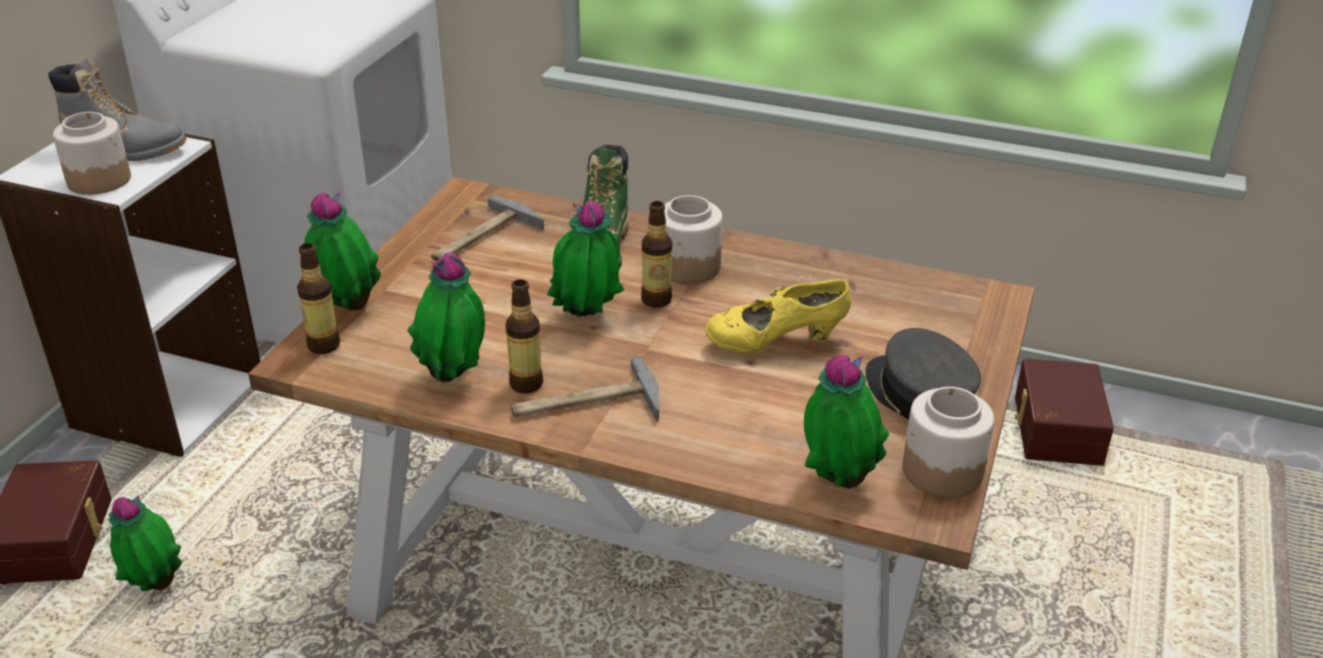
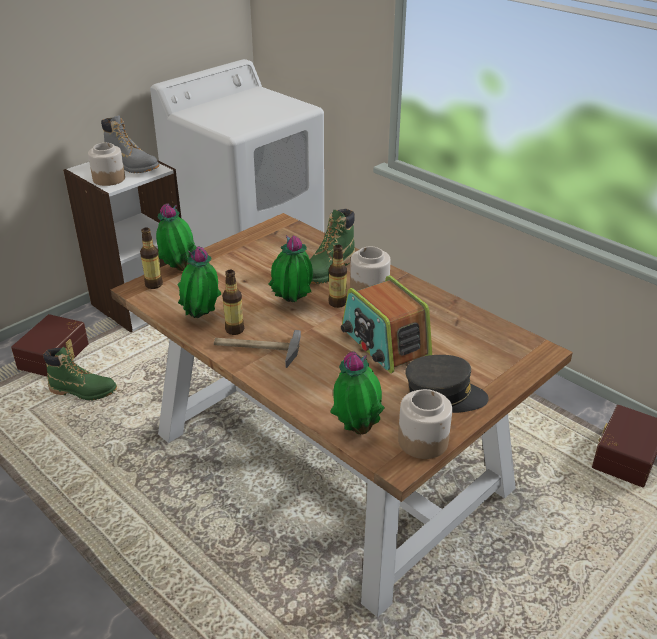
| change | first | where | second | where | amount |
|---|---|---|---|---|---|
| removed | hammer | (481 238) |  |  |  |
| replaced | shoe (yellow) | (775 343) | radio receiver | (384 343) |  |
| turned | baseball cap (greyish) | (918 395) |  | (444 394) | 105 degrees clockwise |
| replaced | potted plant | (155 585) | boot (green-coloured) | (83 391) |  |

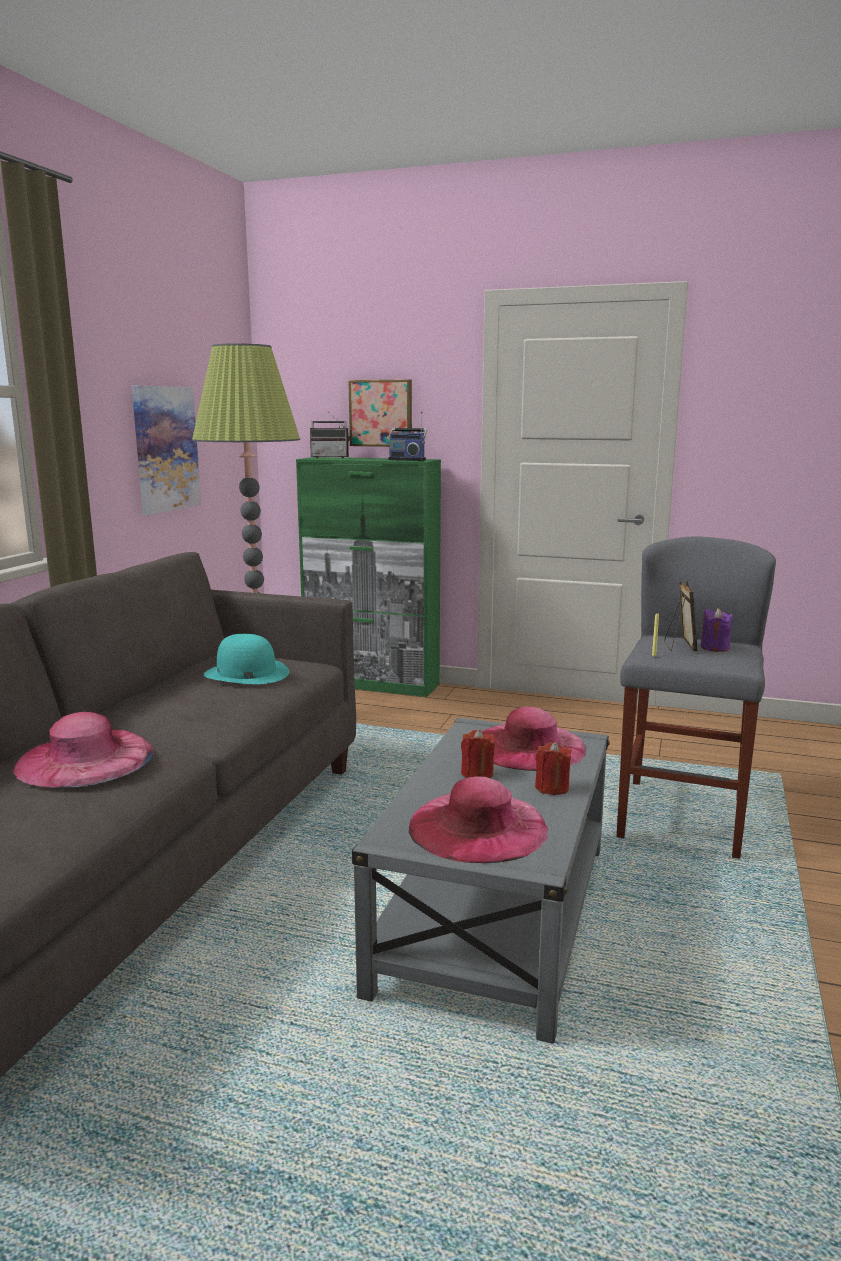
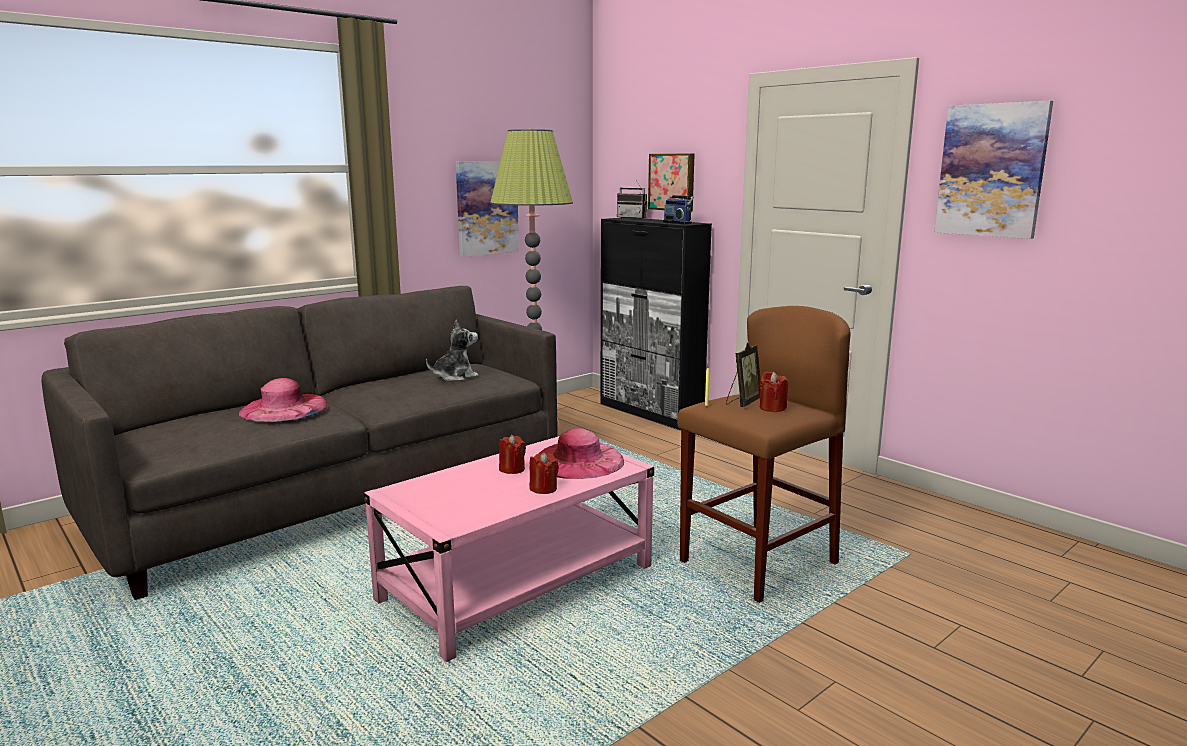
| change | first | where | second | where | amount |
|---|---|---|---|---|---|
| recoloured | cabinet (green-coloured) | (372 684) | cabinet (blackish) | (650 413) |  |
| recoloured | stool (greyish) | (682 817) | stool (brownish) | (758 562) |  |
| recoloured | wax candle (purple-coloured) | (714 648) | wax candle (reddish) | (772 408) |  |
| replaced | clothing hat (blue-green) | (246 673) | soft toy | (454 377) |  |
| recoloured | lounge table (greyish) | (495 915) | lounge table (pink) | (518 582) |  |
| removed | clothing hat (pink) | (478 826) |  |  |  |
| added |  |  | wall art | (991 170) |  |

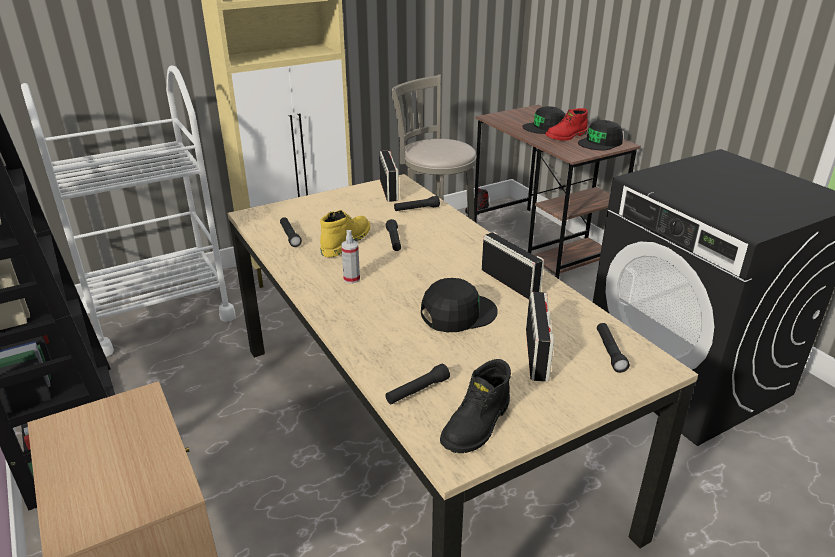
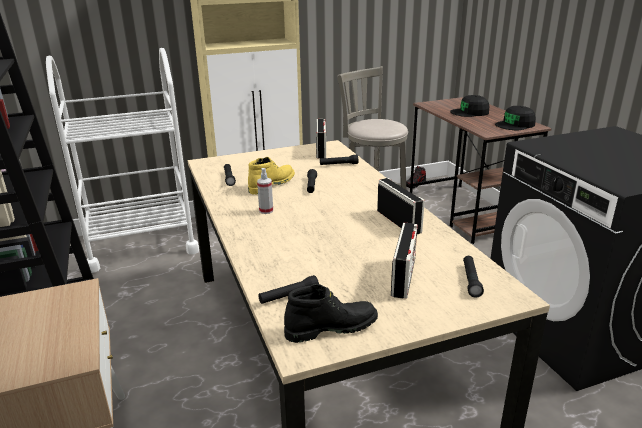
| change | first | where | second | where | amount |
|---|---|---|---|---|---|
| removed | boot (reddish) | (566 136) |  |  |  |
| removed | baseball cap (blackish) | (457 313) |  |  |  |
| turned | boot (blackish) | (477 425) |  | (331 327) | 150 degrees counterclockwise |

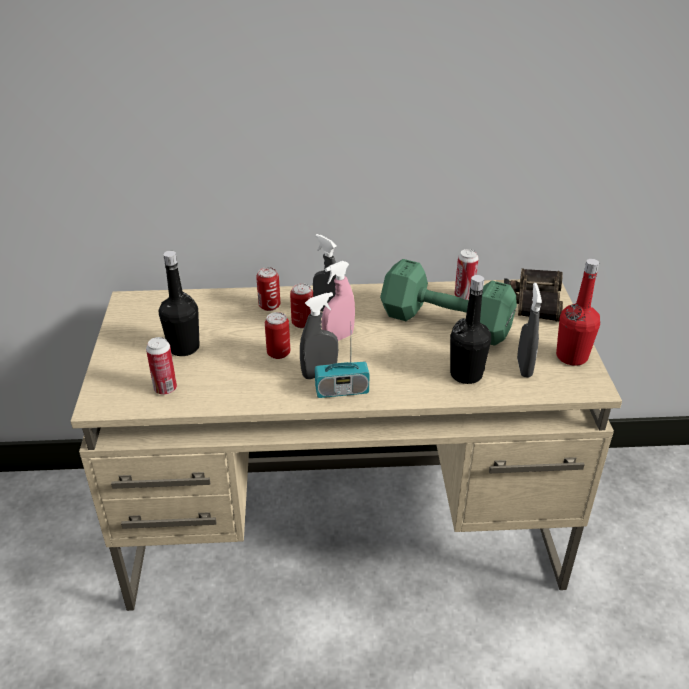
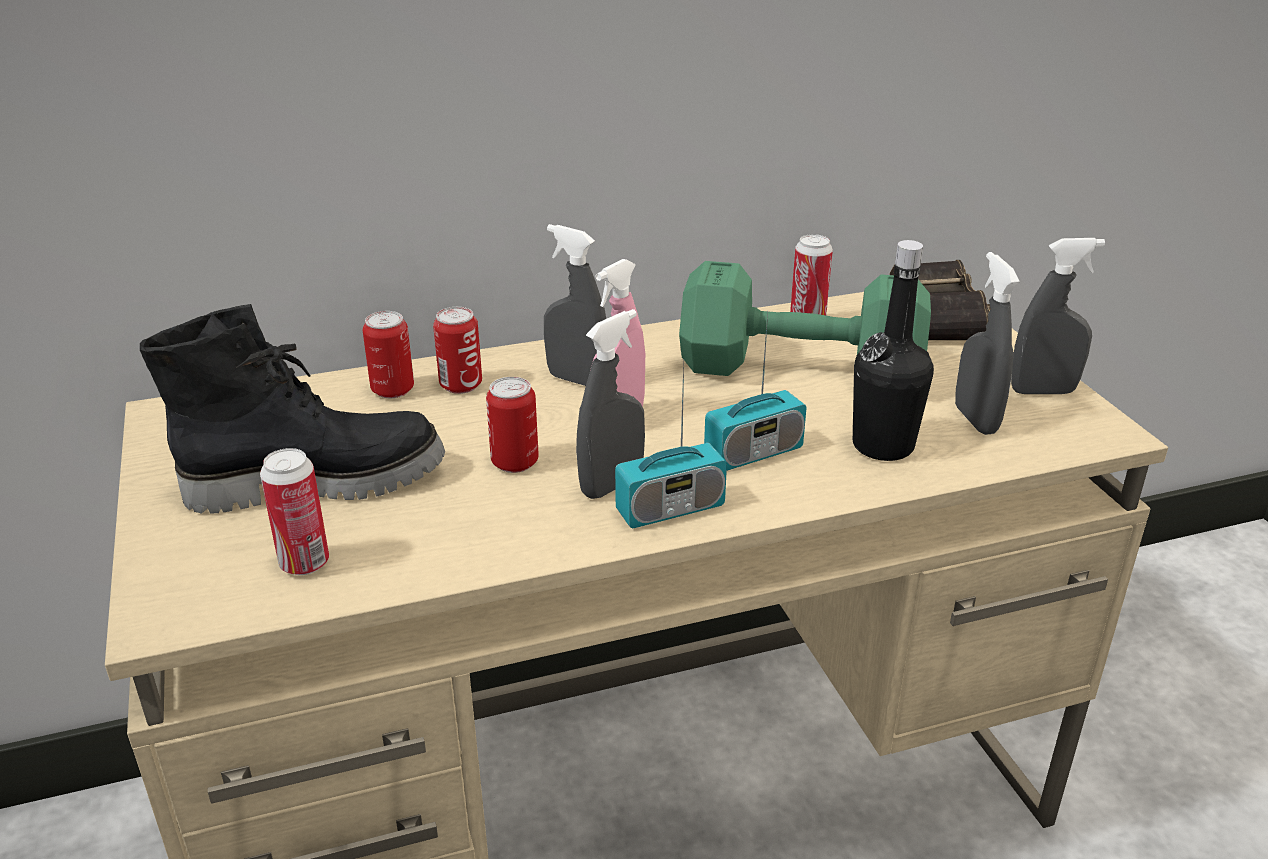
| change | first | where | second | where | amount |
|---|---|---|---|---|---|
| replaced | bottle (blackish) | (184 347) | boot (blackish) | (316 480) |  |
| replaced | bottle (reddish) | (571 356) | sprayer (greyish) | (1042 391) |  |
| moved | can | (302 323) |  | (392 390) |  |
| added |  |  | radio receiver | (753 453) |  |

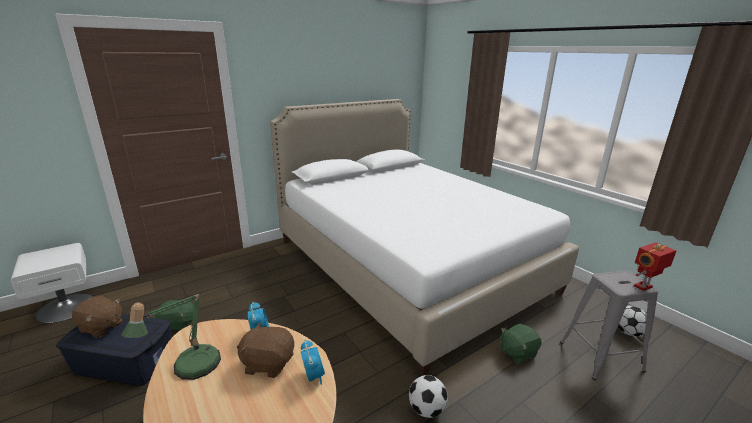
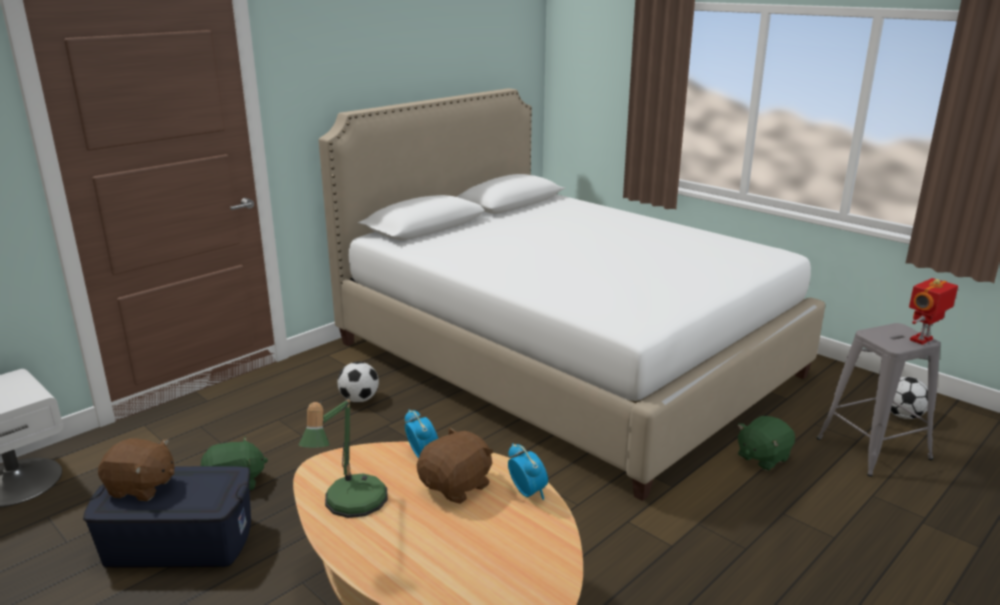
| change | first | where | second | where | amount |
|---|---|---|---|---|---|
| turned | soft toy (brownish) | (268 363) |  | (457 486) | 135 degrees clockwise |
| moved | ball for football | (426 409) |  | (359 399) |  |

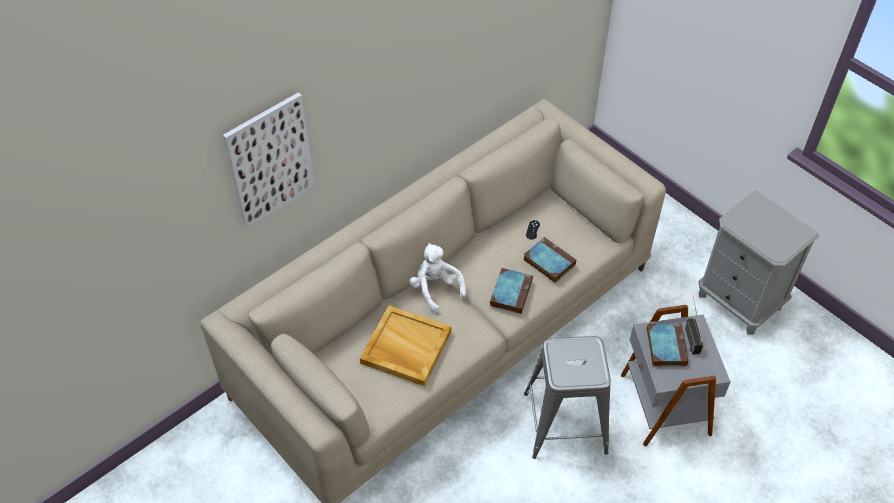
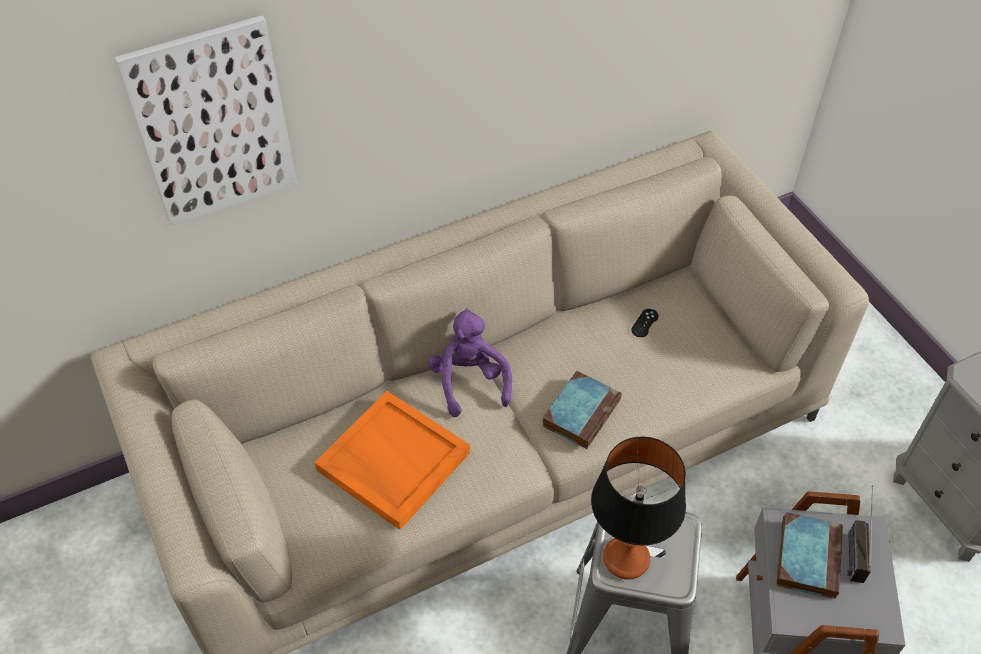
| change | first | where | second | where | amount |
|---|---|---|---|---|---|
| removed | volume | (548 262) |  |  |  |
| recoloured | soft toy (white) | (436 289) | soft toy (purple-coloured) | (469 381) |  |
| recoloured | tray (beige) | (405 347) | tray (orange-coloured) | (392 461) |  |
| added |  |  | lamp for a table | (627 558) |  |

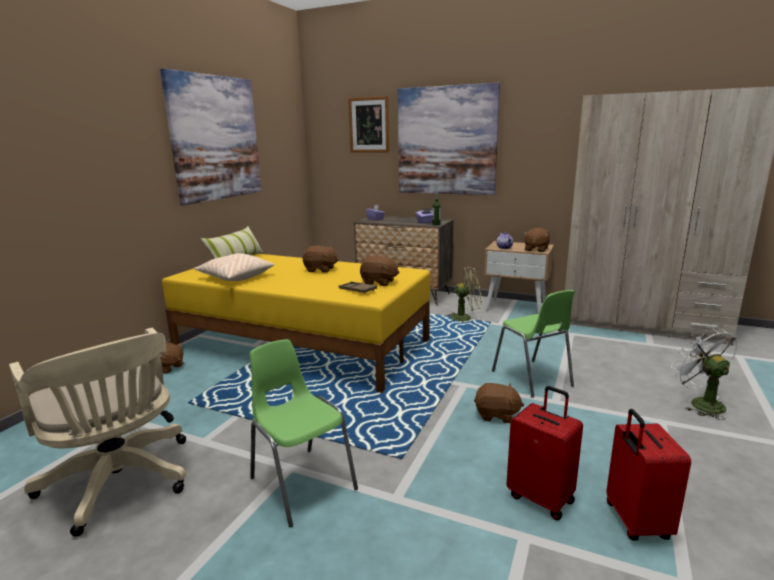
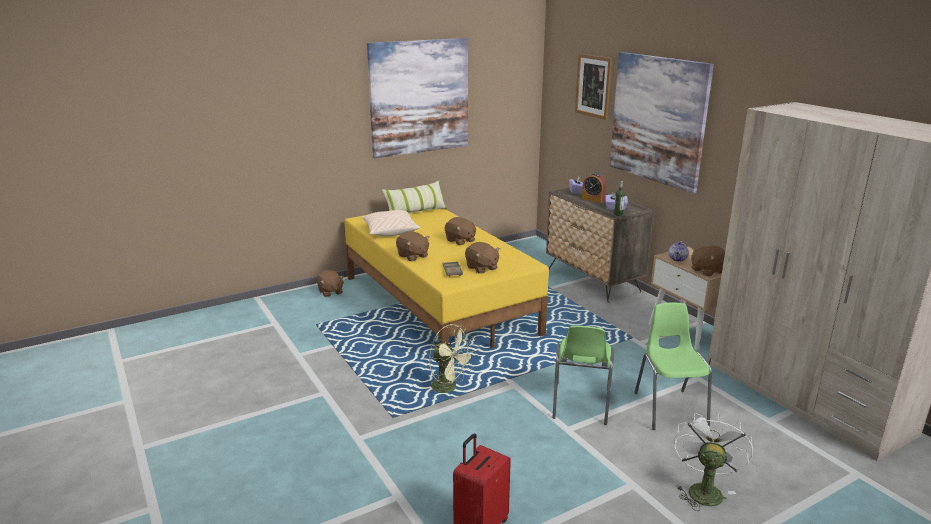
| change | first | where | second | where | amount |
|---|---|---|---|---|---|
| moved | electric fan (green-coloured) | (466 318) |  | (449 388) |  |
| removed | desk chair (beige) | (121 483) |  |  |  |
| moved | plain chair (green-coloured) | (302 483) |  | (669 409) |  |
| moved | soft toy (brownish) | (496 415) |  | (412 256) |  |
| removed | suitcase (reddish) | (541 497) |  |  |  |
| added |  |  | bedside clock | (593 200) |  |

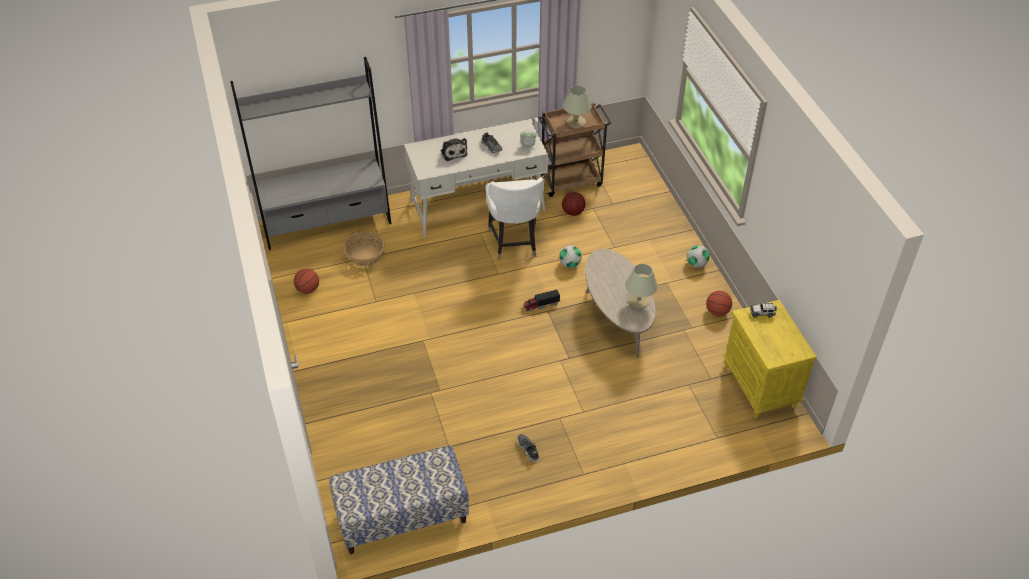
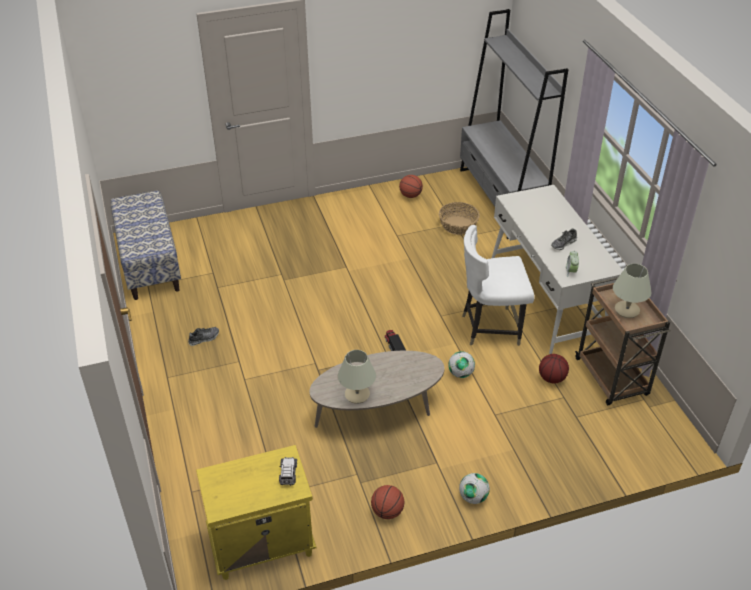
| change | first | where | second | where | amount |
|---|---|---|---|---|---|
| removed | soft toy | (453 152) |  |  |  |

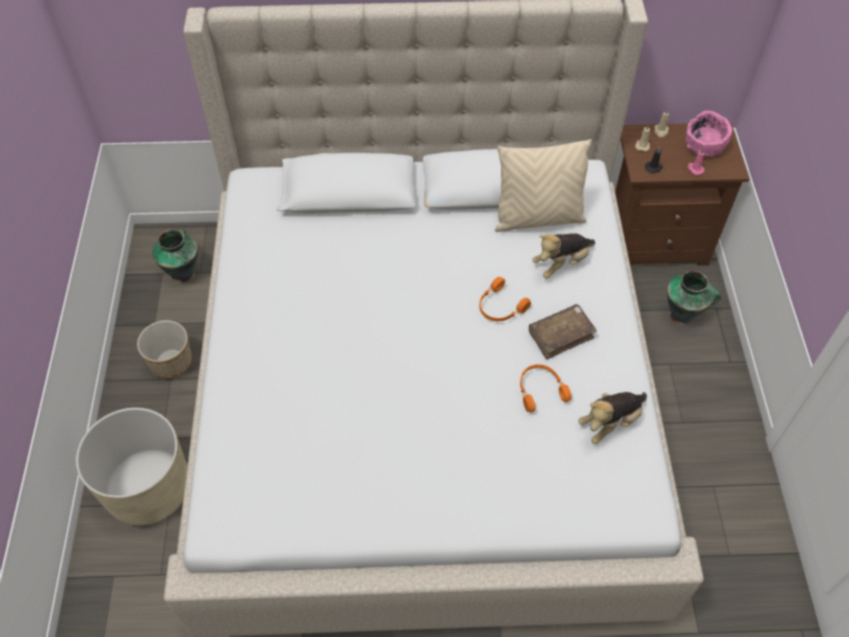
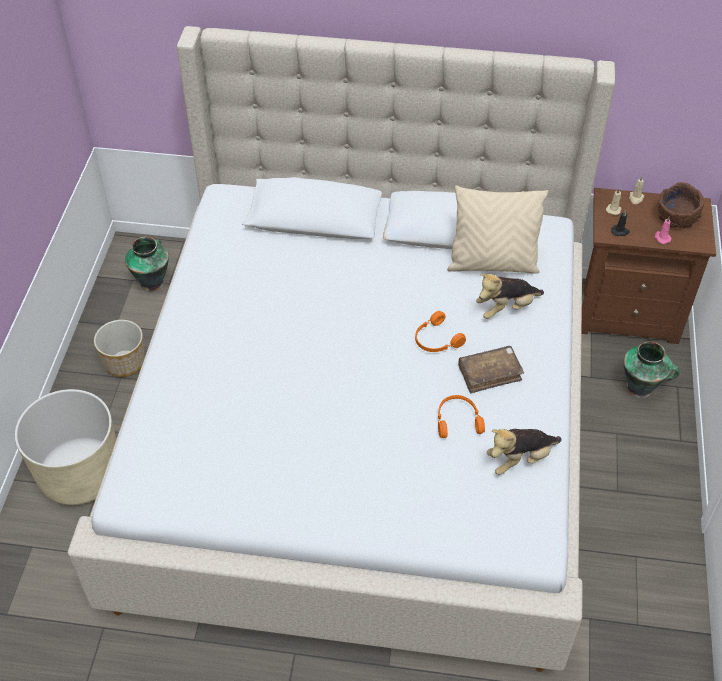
| change | first | where | second | where | amount |
|---|---|---|---|---|---|
| recoloured | serving bowl (pink) | (704 146) | serving bowl (brownish) | (677 217) |  |

